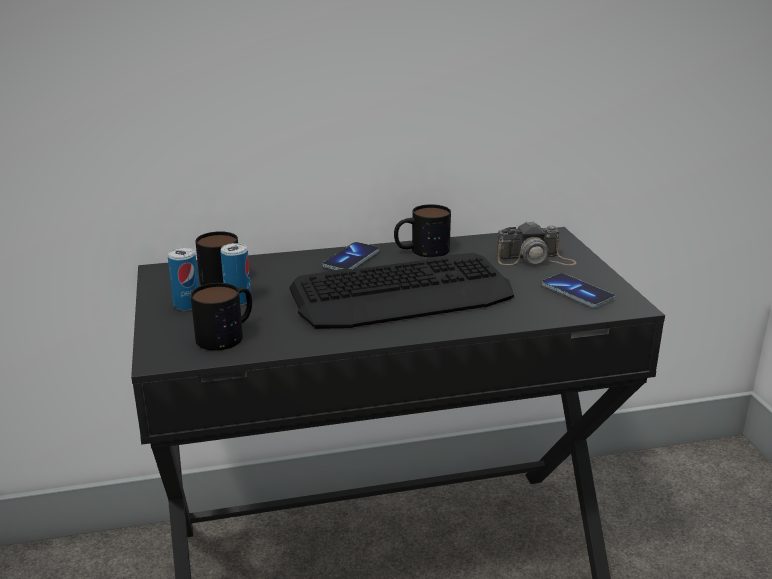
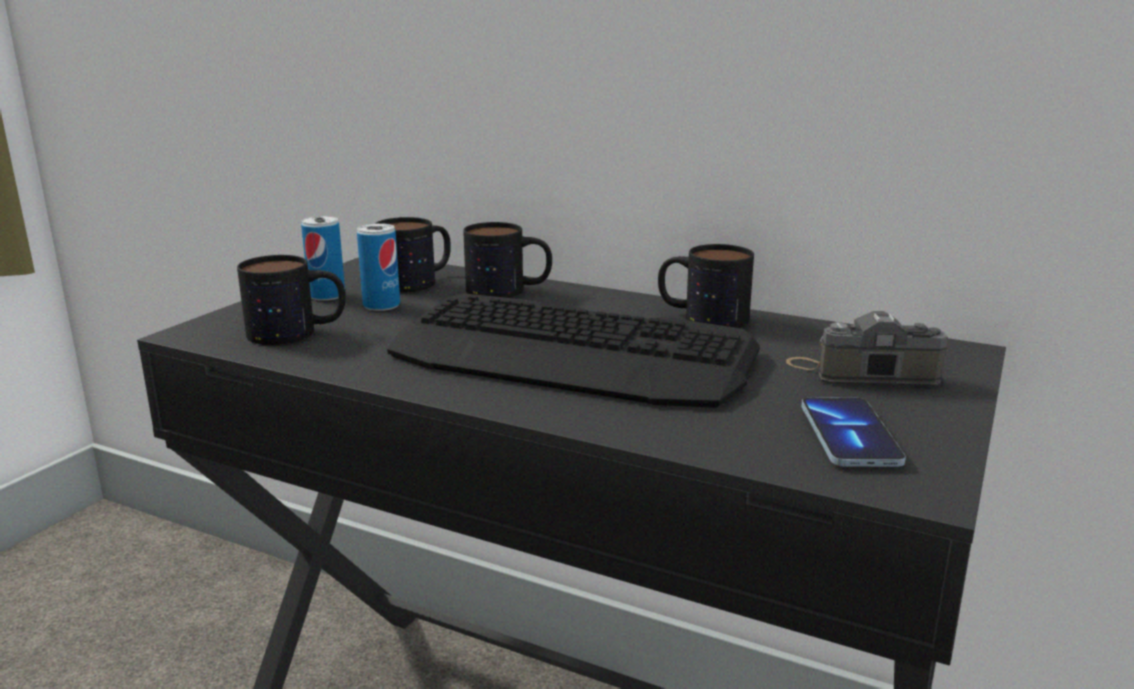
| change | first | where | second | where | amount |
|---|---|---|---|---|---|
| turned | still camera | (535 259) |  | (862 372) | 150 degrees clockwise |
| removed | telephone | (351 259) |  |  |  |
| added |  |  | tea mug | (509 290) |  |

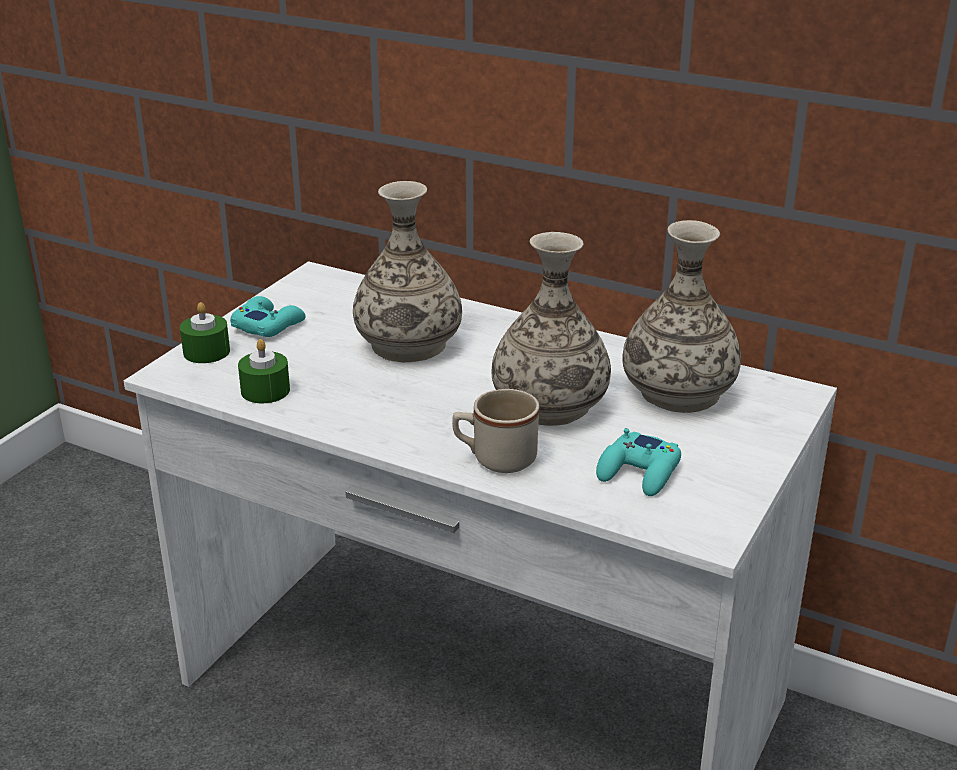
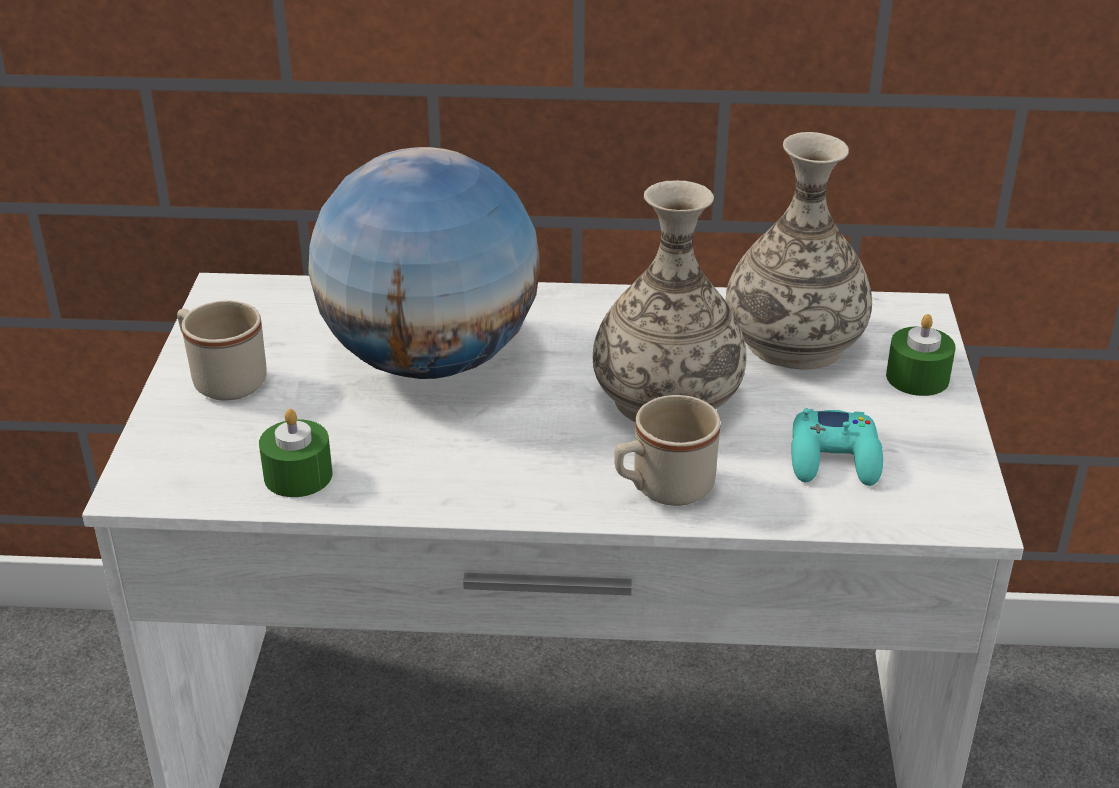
| change | first | where | second | where | amount |
|---|---|---|---|---|---|
| replaced | flower vase | (408 344) | globe | (429 360) |  |
| replaced | gamepad (blue-green) | (268 325) | tea mug (beige) | (222 379) |  |
| moved | wax candle (green-coloured) | (206 352) |  | (917 377) |  |

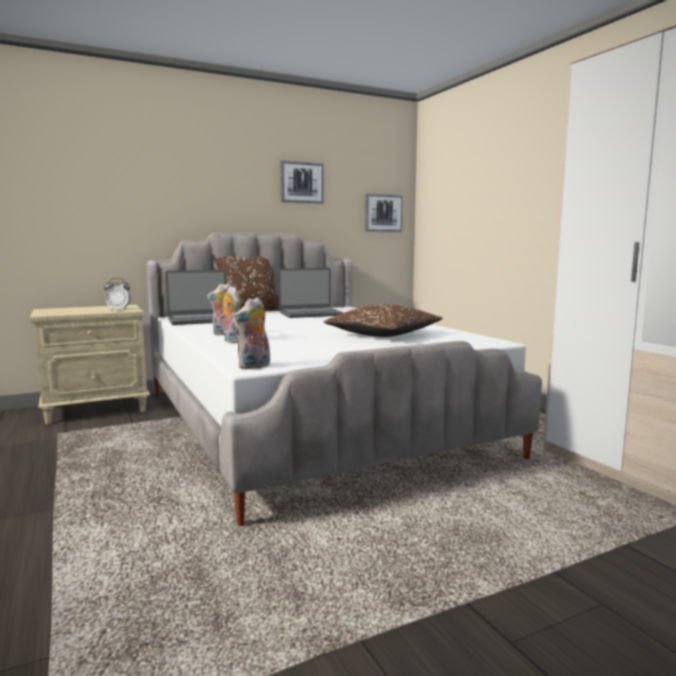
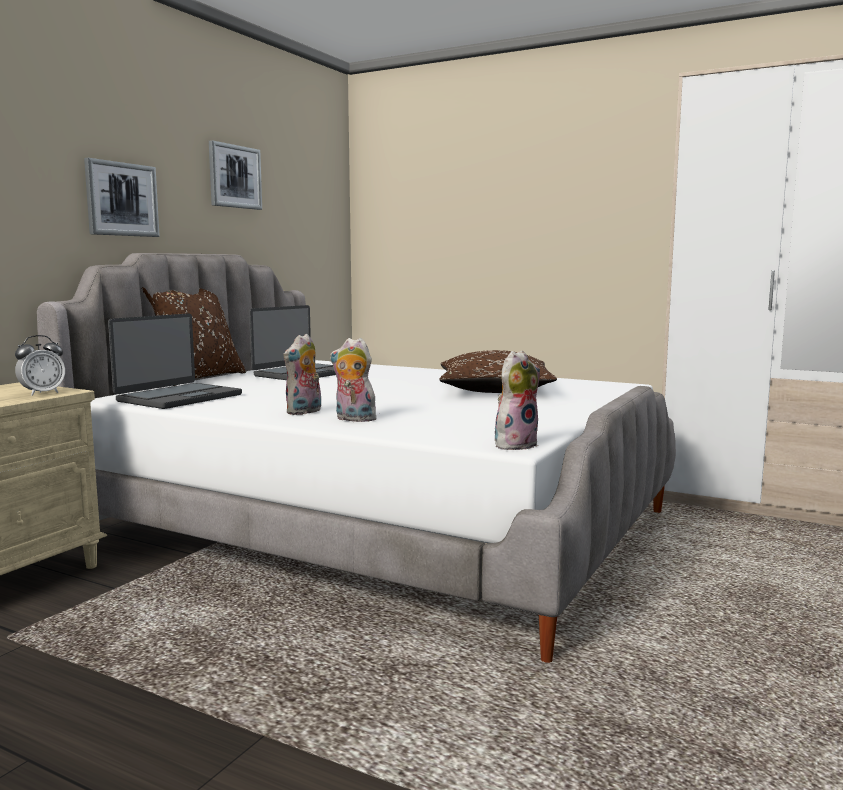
| change | first | where | second | where | amount |
|---|---|---|---|---|---|
| moved | wall art | (383 213) |  | (121 199) |  |
| turned | soft toy | (254 366) |  | (515 444) | 135 degrees counterclockwise |

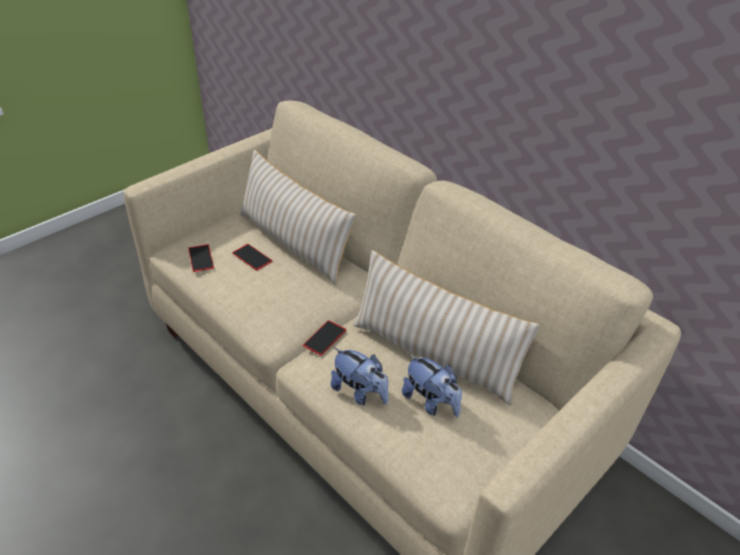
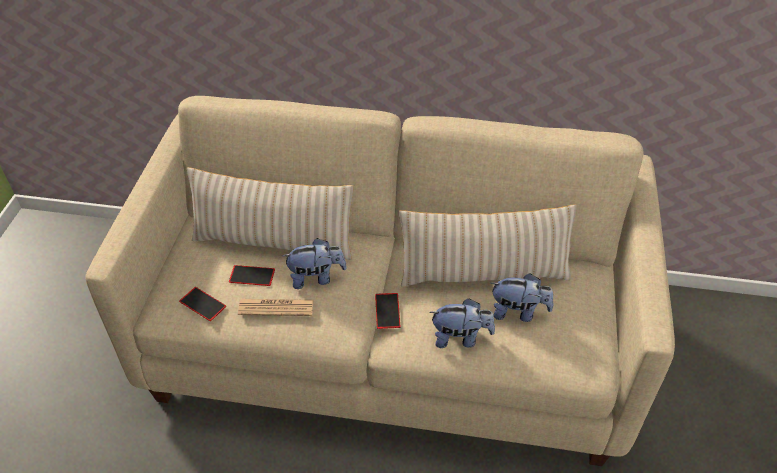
| change | first | where | second | where | amount |
|---|---|---|---|---|---|
| added |  |  | soft toy | (316 277) |  |
| added |  |  | newspaper | (276 308) |  |

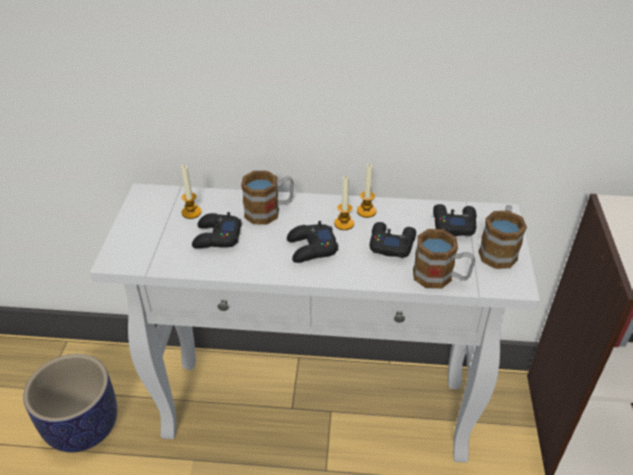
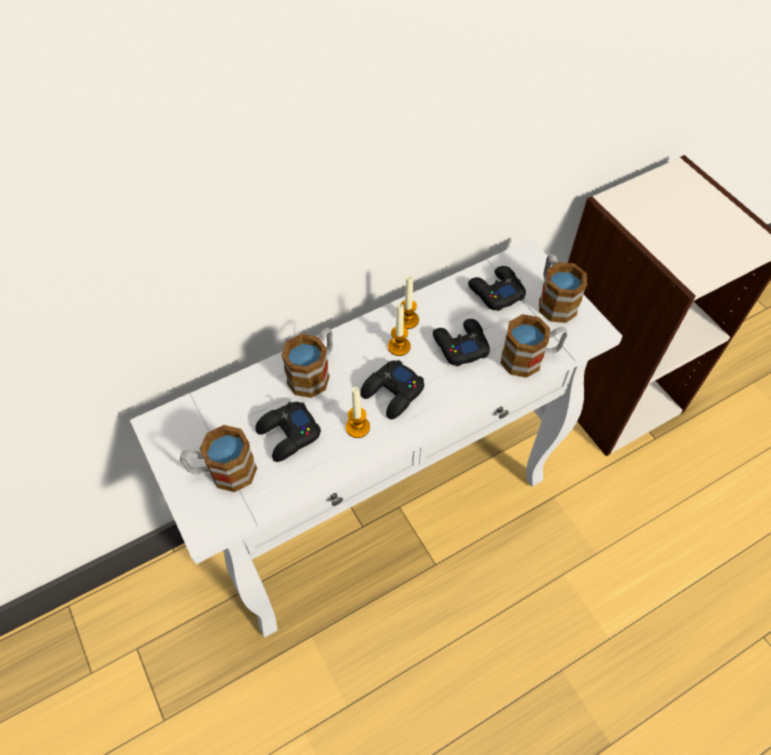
| change | first | where | second | where | amount |
|---|---|---|---|---|---|
| moved | wax candle | (191 212) |  | (357 427) |  |
| removed | planter | (84 426) |  |  |  |
| added |  |  | tea mug | (223 472) |  |

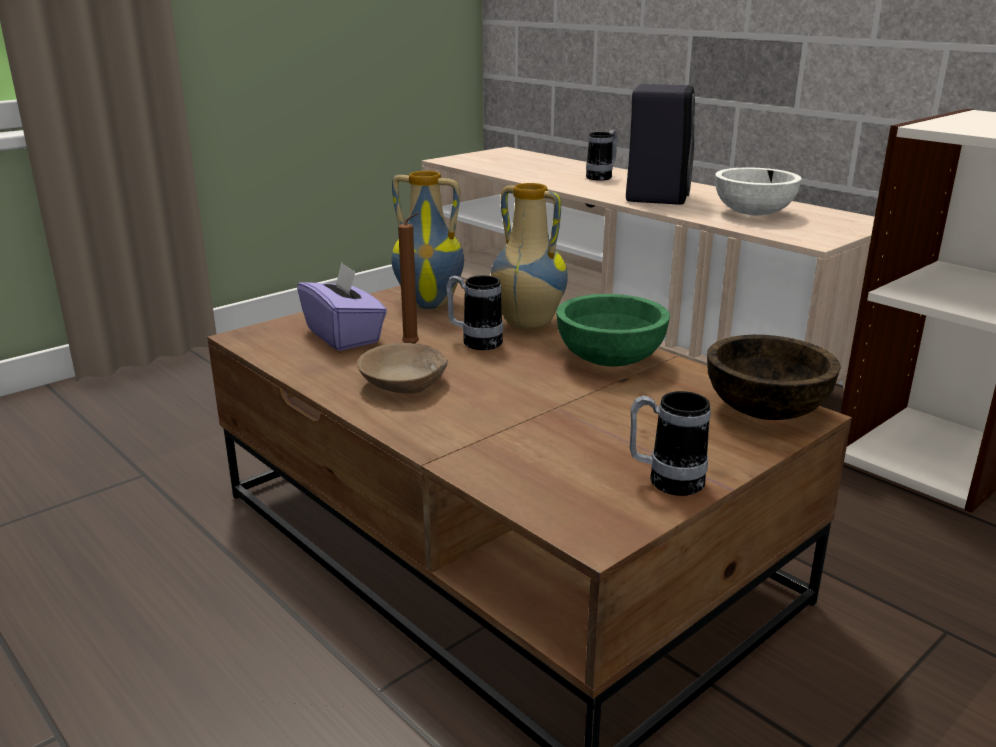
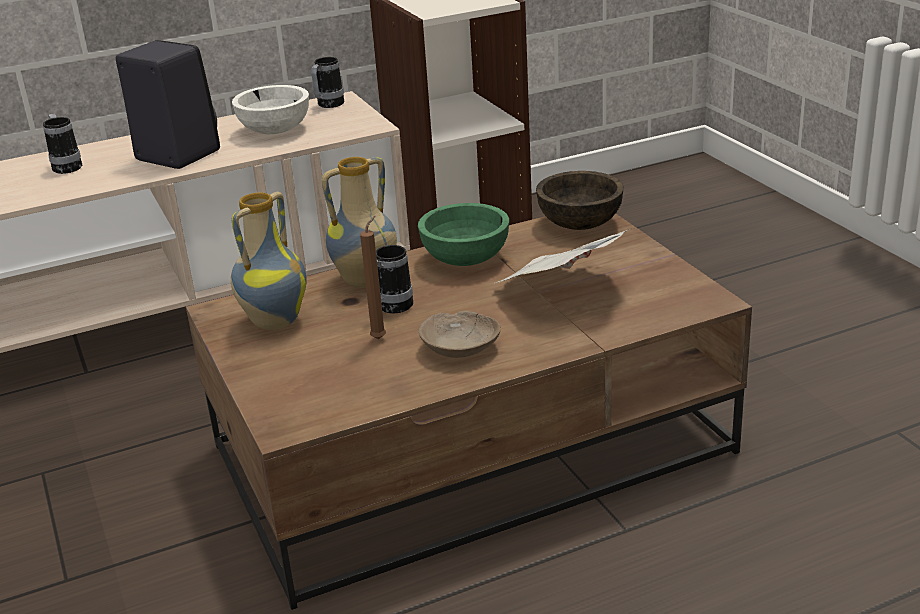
| change | first | where | second | where | amount |
|---|---|---|---|---|---|
| removed | tissue holder (purple-coloured) | (344 336) |  |  |  |
| moved | tea mug | (665 481) |  | (328 105) |  |
| added |  |  | newspaper | (562 289) |  |

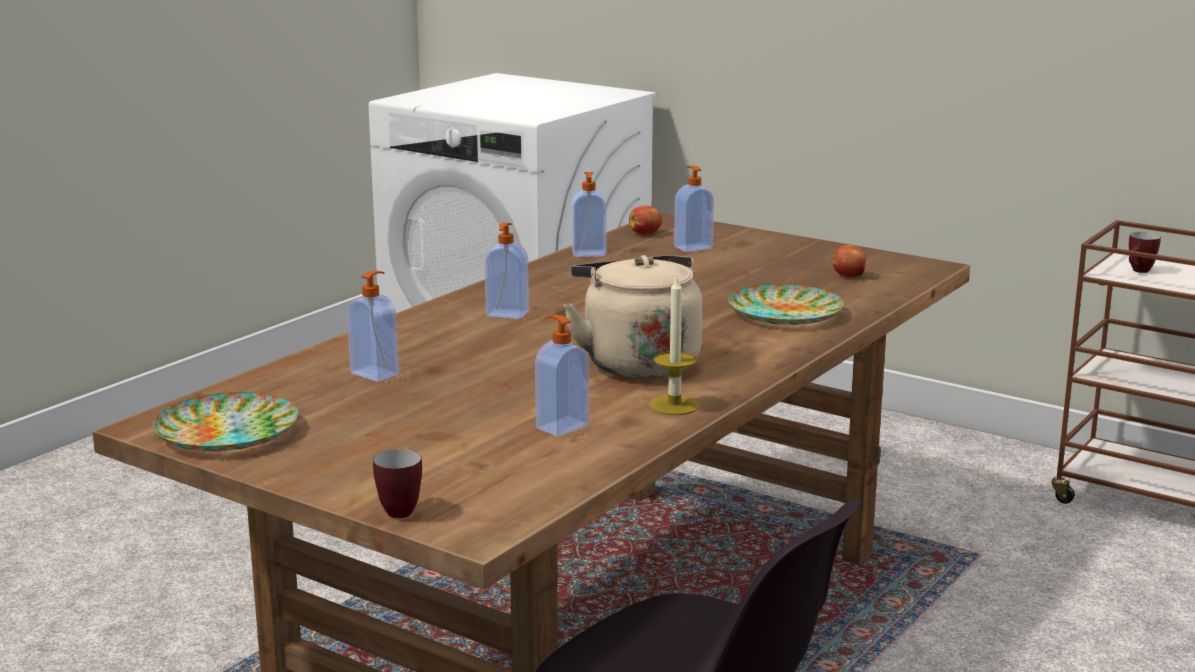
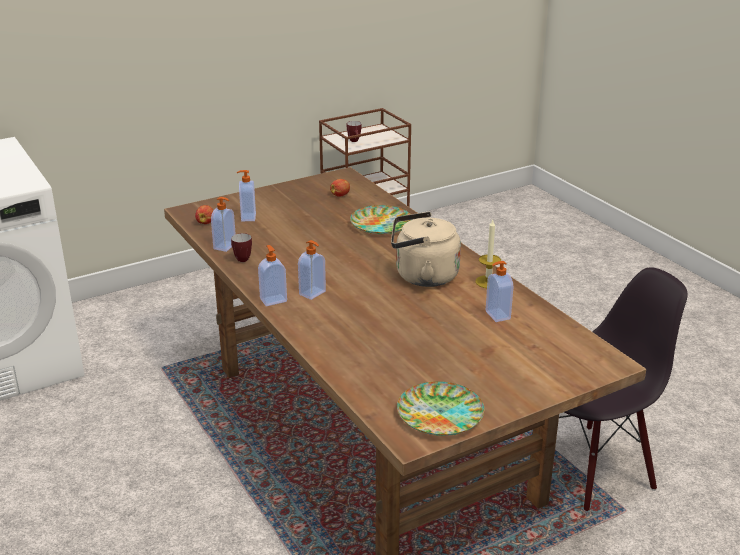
| change | first | where | second | where | amount |
|---|---|---|---|---|---|
| moved | liquid soap bottle | (376 373) |  | (273 300) |  |
| moved | tea mug | (402 510) |  | (240 259) |  |

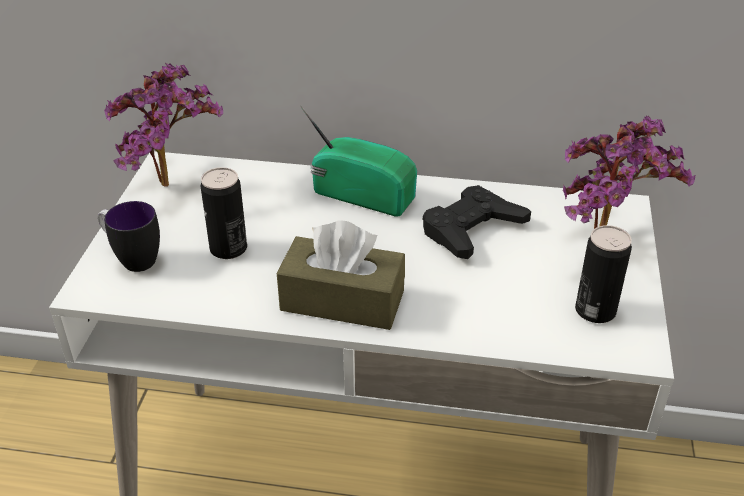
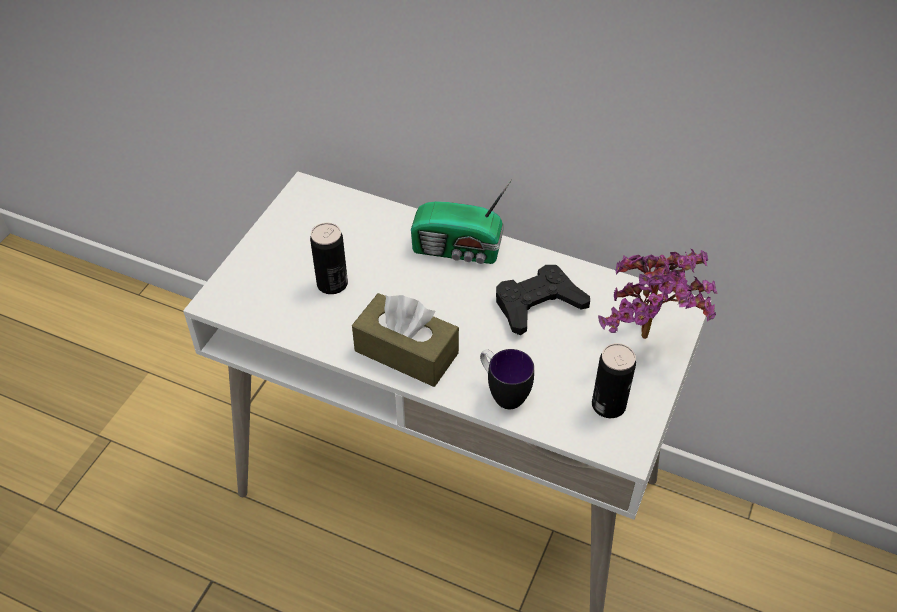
| change | first | where | second | where | amount |
|---|---|---|---|---|---|
| removed | potted plant | (173 187) |  |  |  |
| turned | radio receiver | (362 194) |  | (459 250) | 150 degrees clockwise |
| moved | tea mug | (132 259) |  | (502 393) |  |

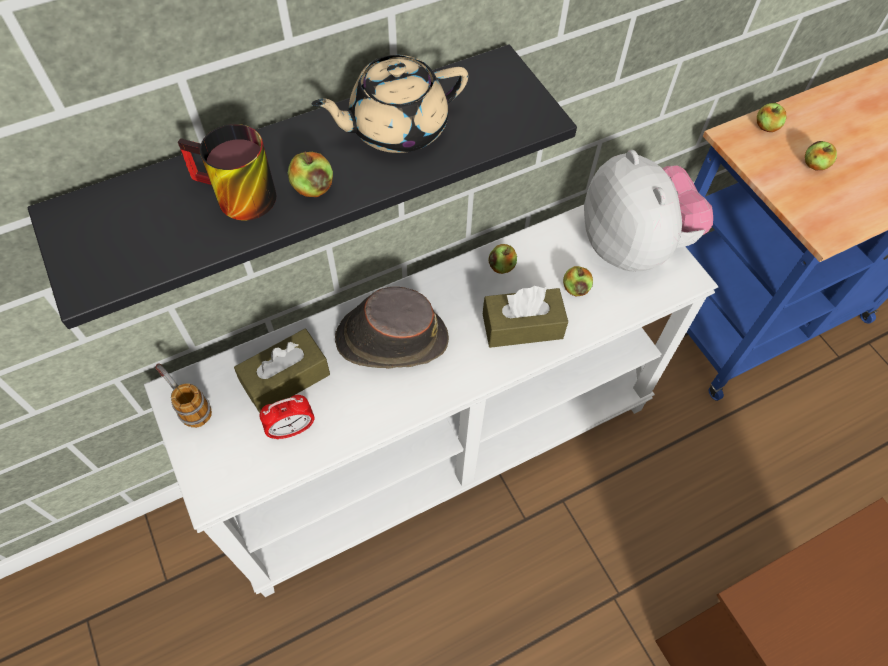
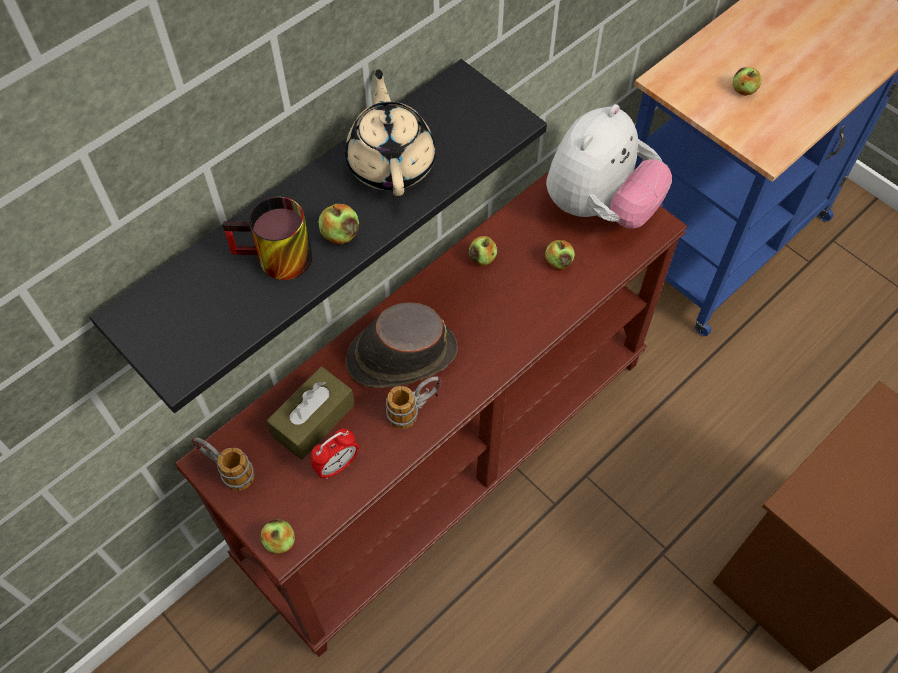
| change | first | where | second | where | amount |
|---|---|---|---|---|---|
| turned | pot for tea (beige) | (396 128) |  | (391 162) | 120 degrees clockwise |
| moved | whole apple | (766 127) |  | (280 541) |  |
| turned | soft toy | (633 246) |  | (599 207) | 75 degrees clockwise |
| recoloured | console table (white) | (440 446) | console table (brownish) | (447 457) |  |
| removed | tissue holder (brownish) | (522 326) |  |  |  |
| added |  |  | tea mug | (415 410) |  |

